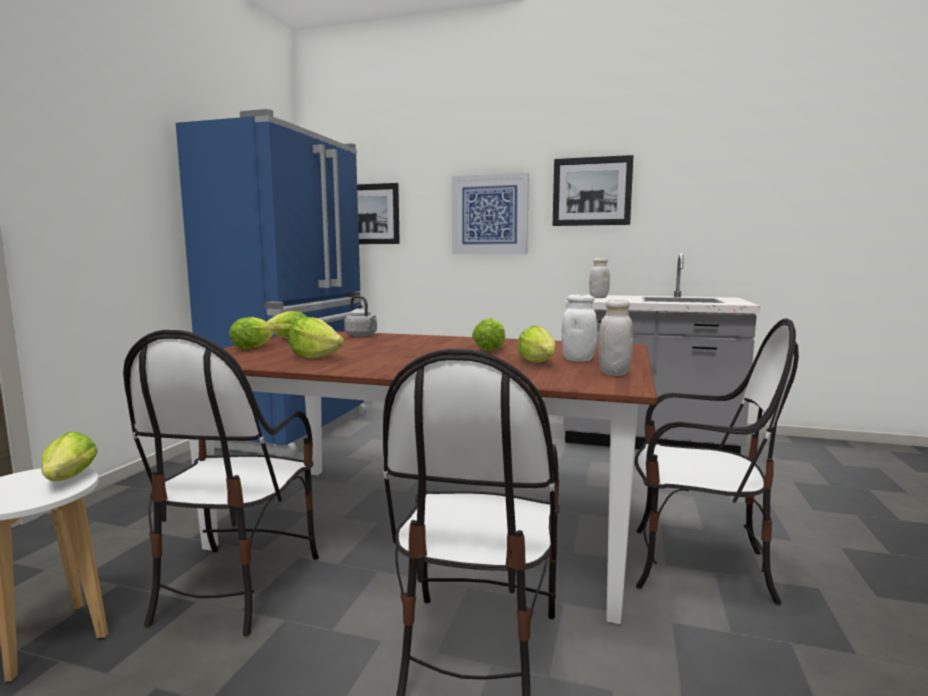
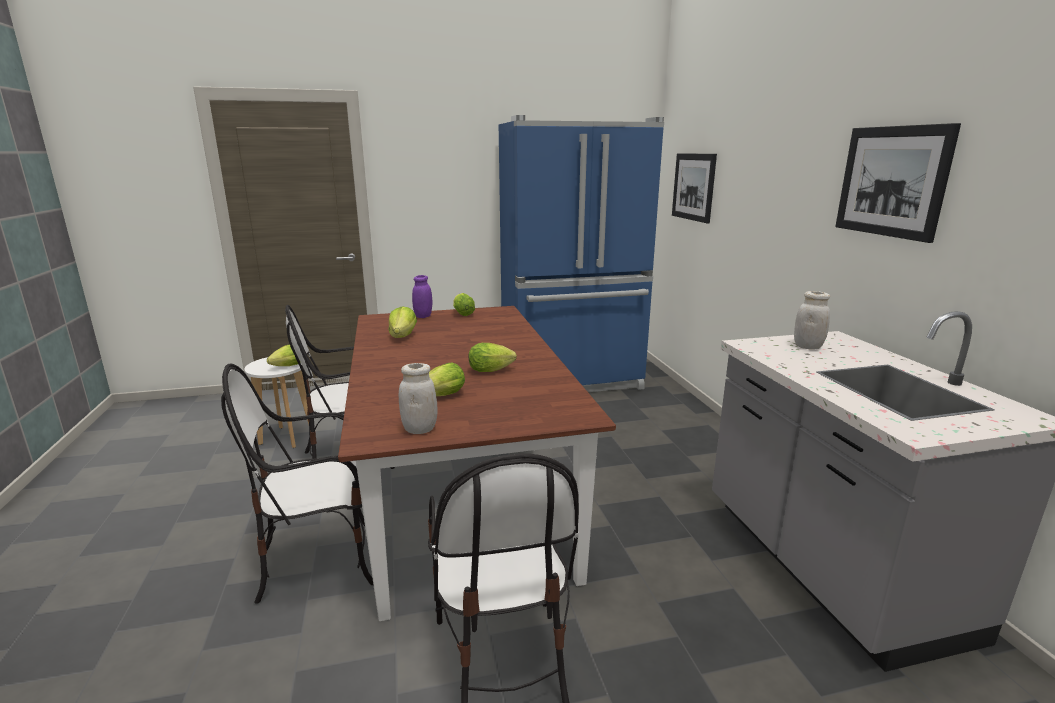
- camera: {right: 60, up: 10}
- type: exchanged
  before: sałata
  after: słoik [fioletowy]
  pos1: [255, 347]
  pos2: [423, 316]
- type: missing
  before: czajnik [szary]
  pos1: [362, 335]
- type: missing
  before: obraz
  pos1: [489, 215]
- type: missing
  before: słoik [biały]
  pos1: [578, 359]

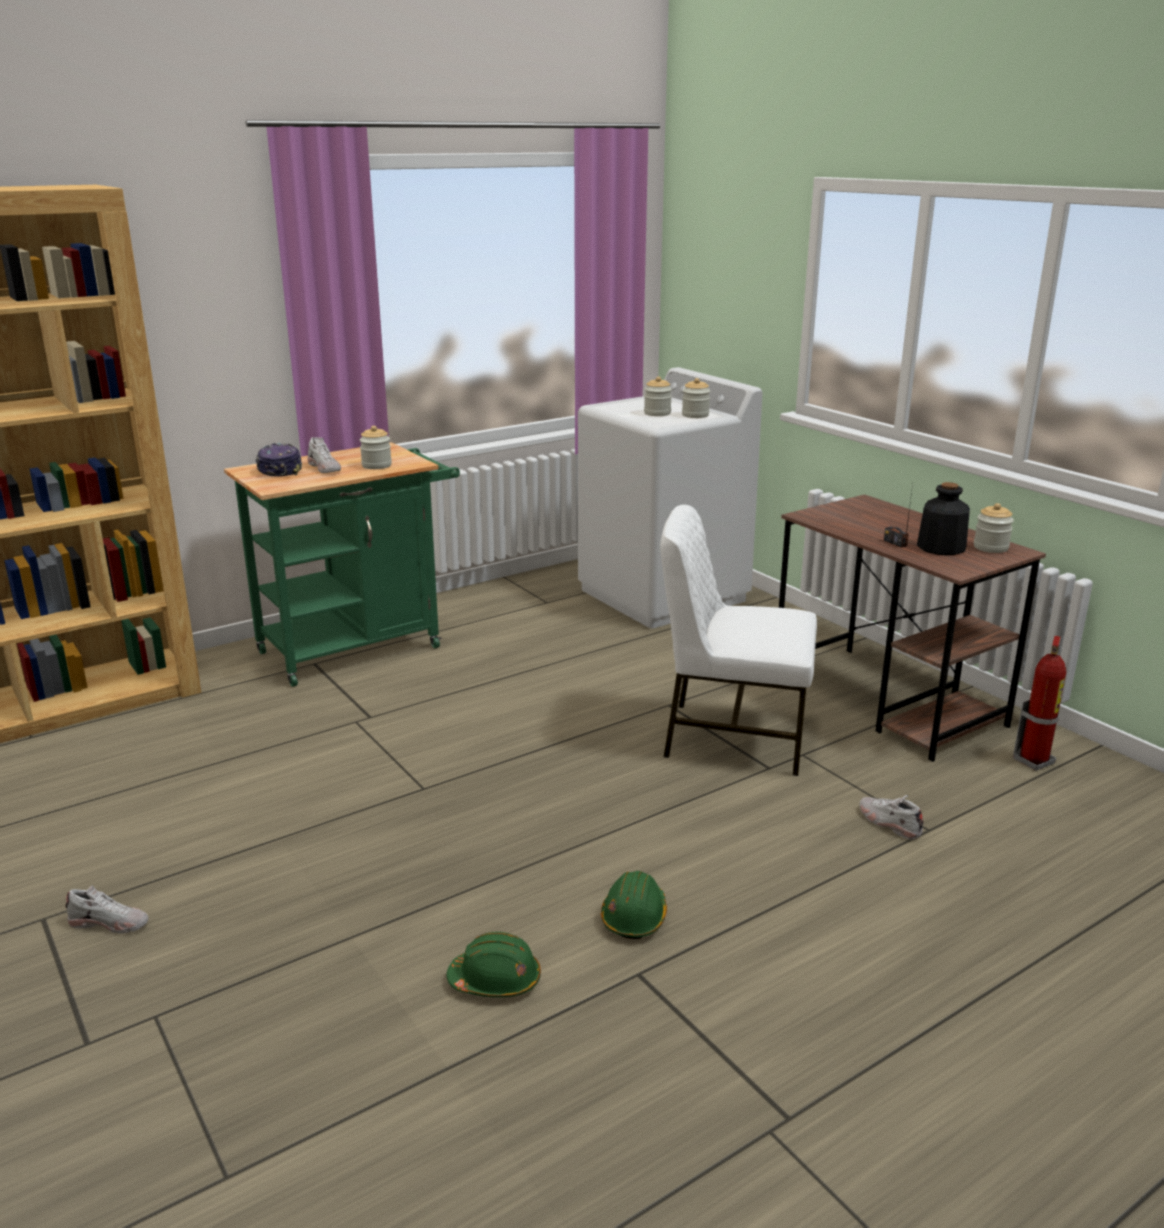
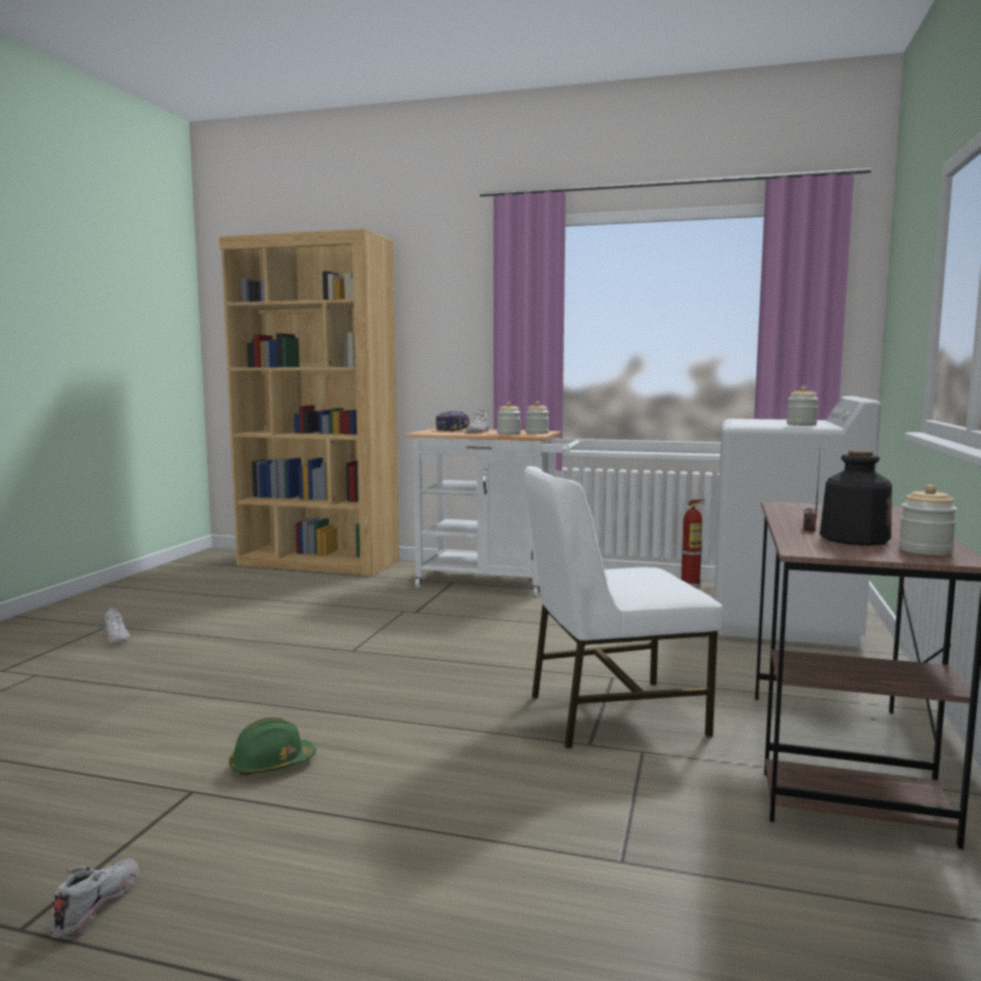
- camera: {right: 50, up: -15}
- type: colour
  before: wózek [zielony]
  after: wózek [biały]
  pos1: [360, 646]
  pos2: [495, 583]
- type: missing
  before: kask [zielony]
  pos1: [495, 980]
- type: relocated
  before: słoik
  pos1: [657, 413]
  pos2: [537, 433]
- type: spun
  before: krzesło [biały]
  pos1: [732, 736]
  pos2: [612, 714]
  turn: -75
- type: relocated
  before: but [biały]
  pos1: [888, 823]
  pos2: [96, 905]
- type: relocated
  before: gaśnica
  pos1: [1034, 761]
  pos2: [690, 585]

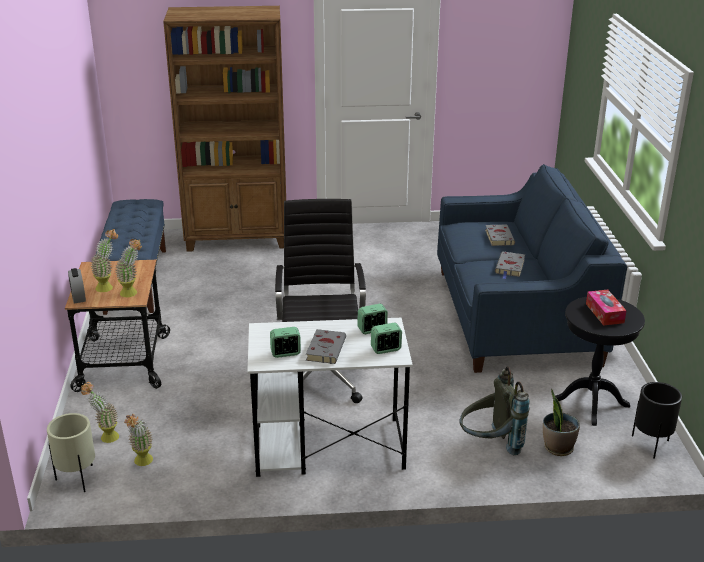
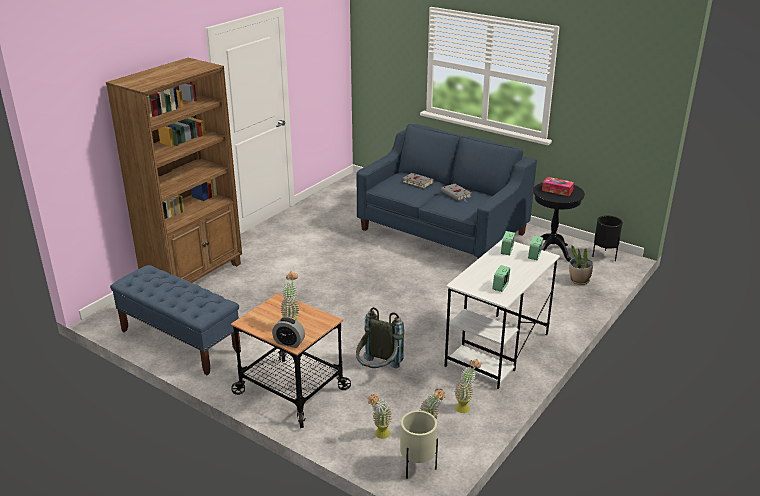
- camera: {right: -50, up: 0}
- type: relocated
  before: roślina doniczkowa
  pos1: [133, 293]
  pos2: [465, 406]
- type: missing
  before: krzesło biurowe [czarny]
  pos1: [321, 373]
- type: missing
  before: książka [szary]
  pos1: [326, 349]
- type: relocated
  before: plecak [szary]
  pos1: [489, 445]
  pos2: [378, 371]

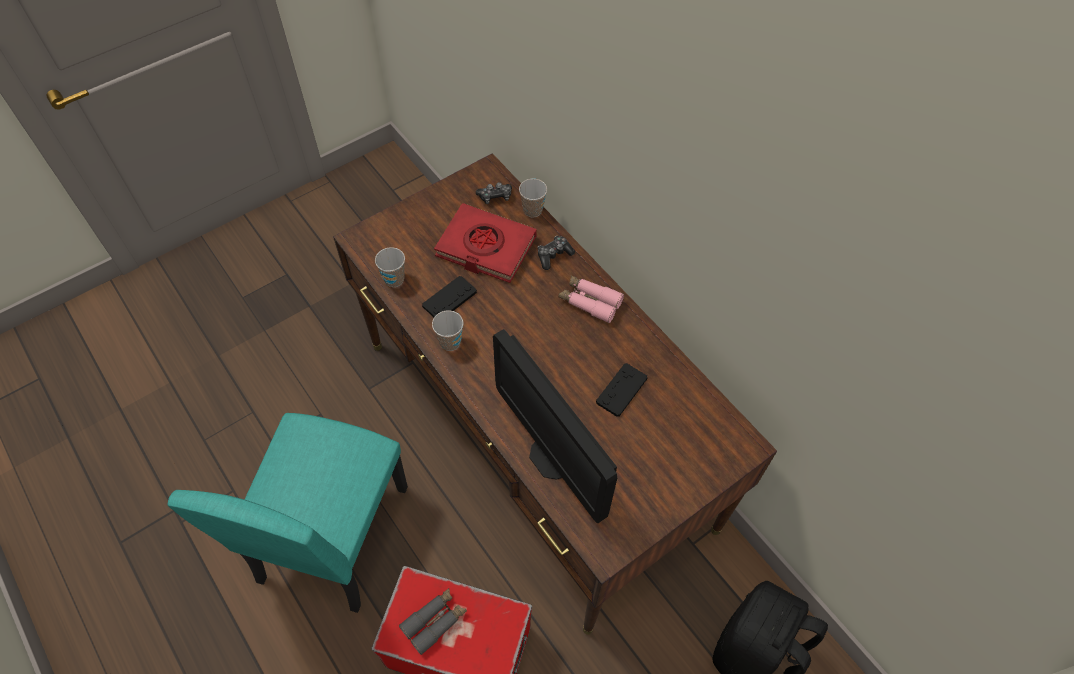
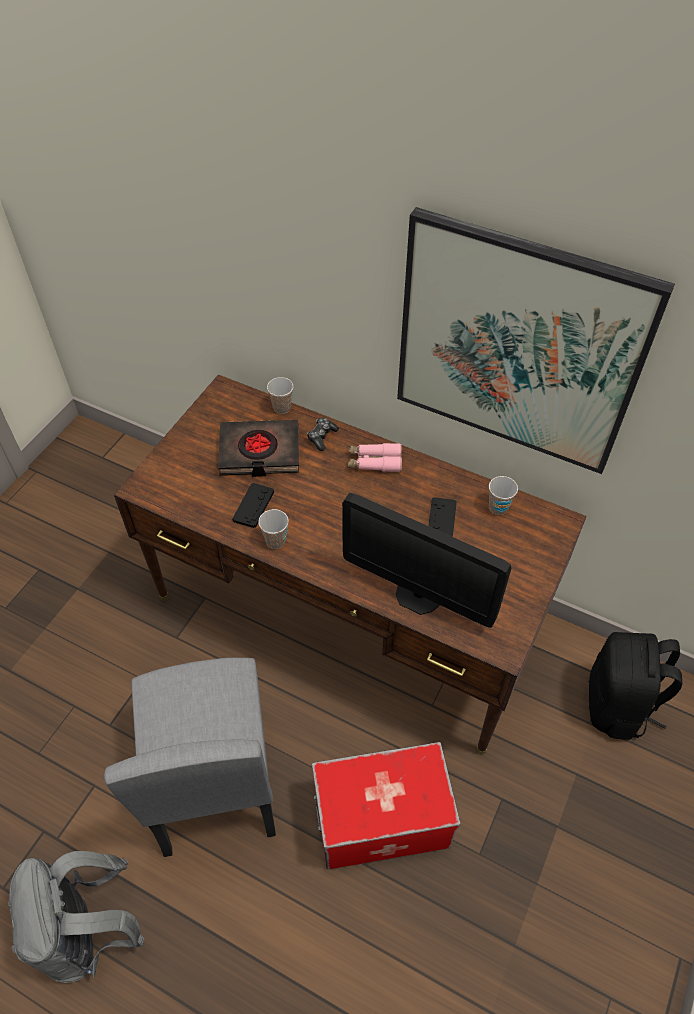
- camera: {right: -25, up: -5}
- type: colour
  before: krzesło [turkusowy]
  after: krzesło [szary]
  pos1: [332, 533]
  pos2: [212, 778]
- type: relocated
  before: filiżanka
  pos1: [394, 279]
  pos2: [498, 507]
- type: missing
  before: lornetka [szary]
  pos1: [434, 621]
- type: colour
  before: książka [czerwony]
  after: książka [czarny]
  pos1: [485, 247]
  pos2: [259, 452]
- type: missing
  before: pad do gier
  pos1: [495, 196]
- type: appeared
  after: plecak [szary]
  pos2: [89, 931]
- type: appeared
  after: obraz
  pos2: [517, 345]

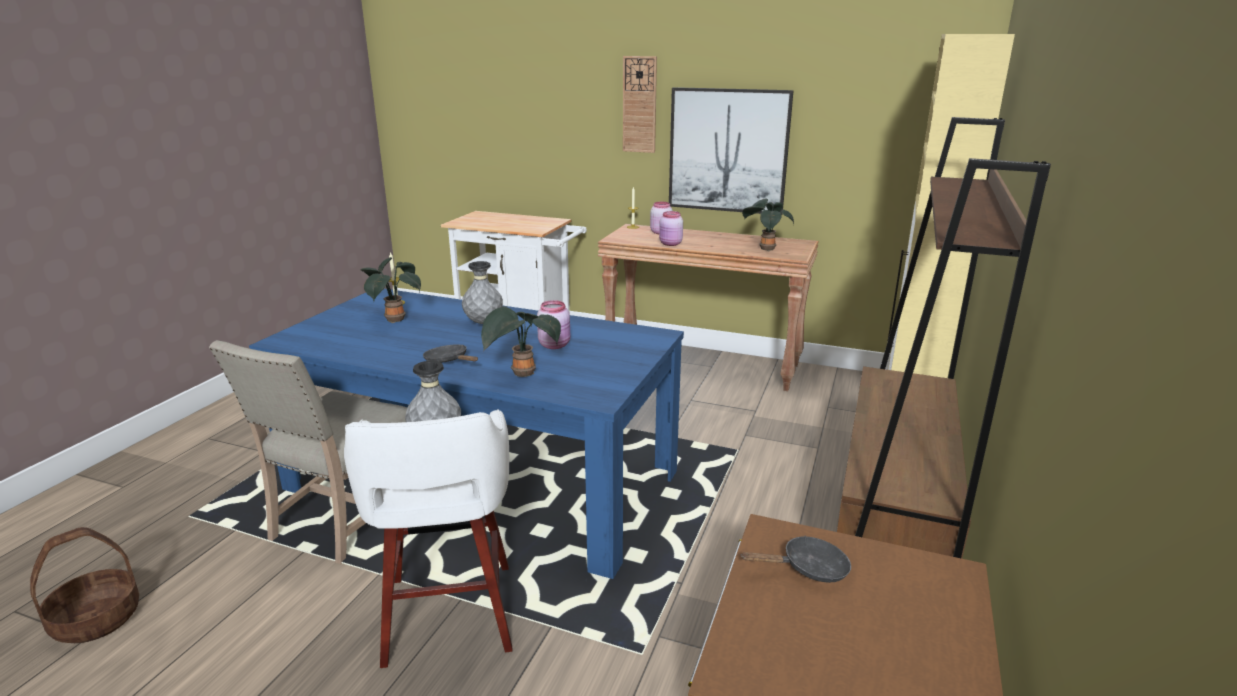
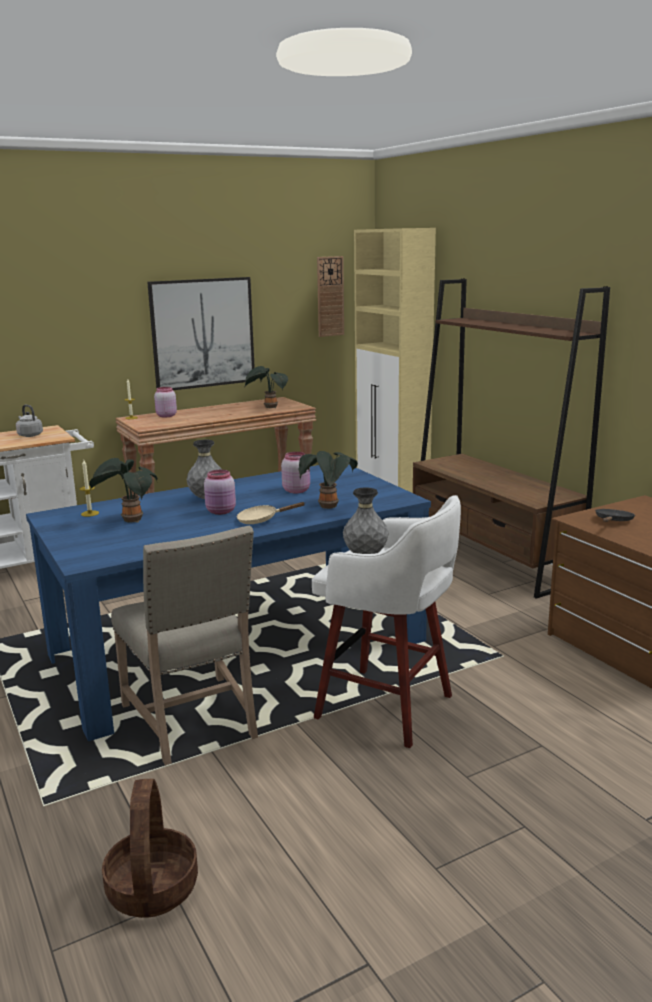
- camera: {right: -50, up: -5}
- type: colour
  before: patelnia [czarny]
  after: patelnia [beżowy]
  pos1: [449, 361]
  pos2: [261, 520]
- type: relocated
  before: zegar ścienny
  pos1: [639, 105]
  pos2: [330, 296]
- type: relocated
  before: słoik [różowy]
  pos1: [670, 244]
  pos2: [221, 511]
- type: appeared
  after: czajnik [szary]
  pos2: [29, 435]

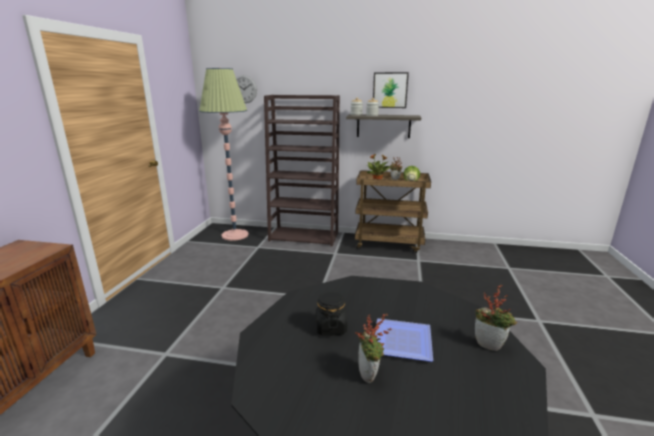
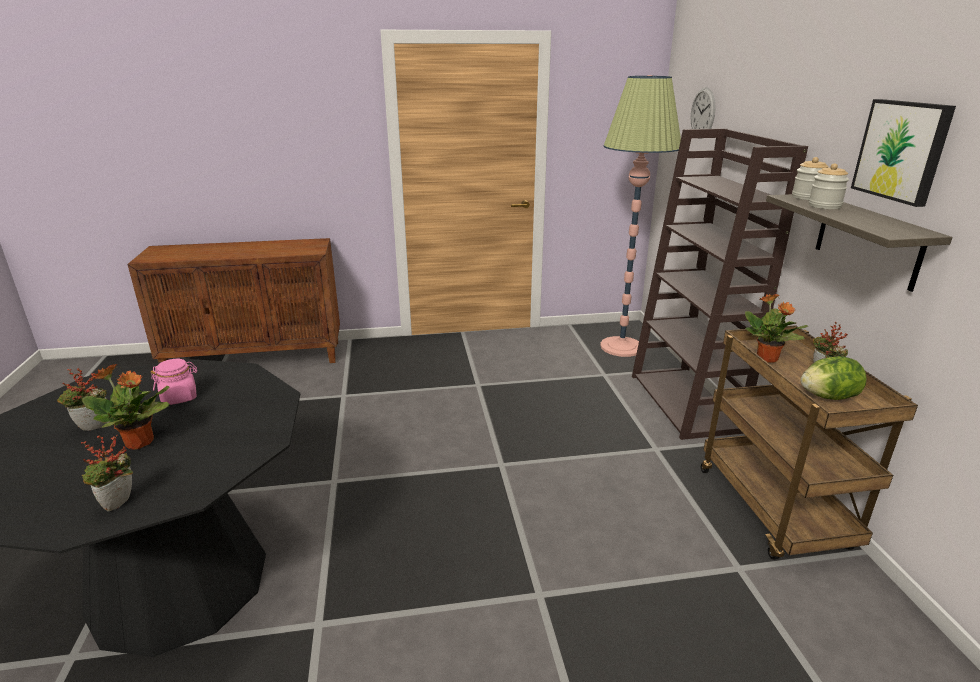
- camera: {right: 70, up: 5}
- type: colour
  before: słoik [czarny]
  after: słoik [różowy]
  pos1: [331, 327]
  pos2: [180, 397]
- type: exchanged
  before: talerz
  after: roślina doniczkowa
  pos1: [404, 343]
  pos2: [140, 443]

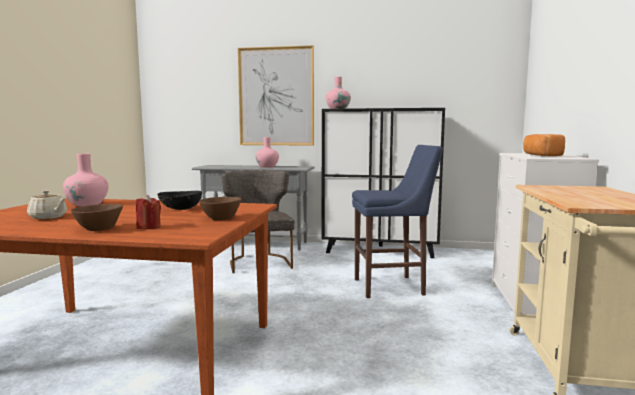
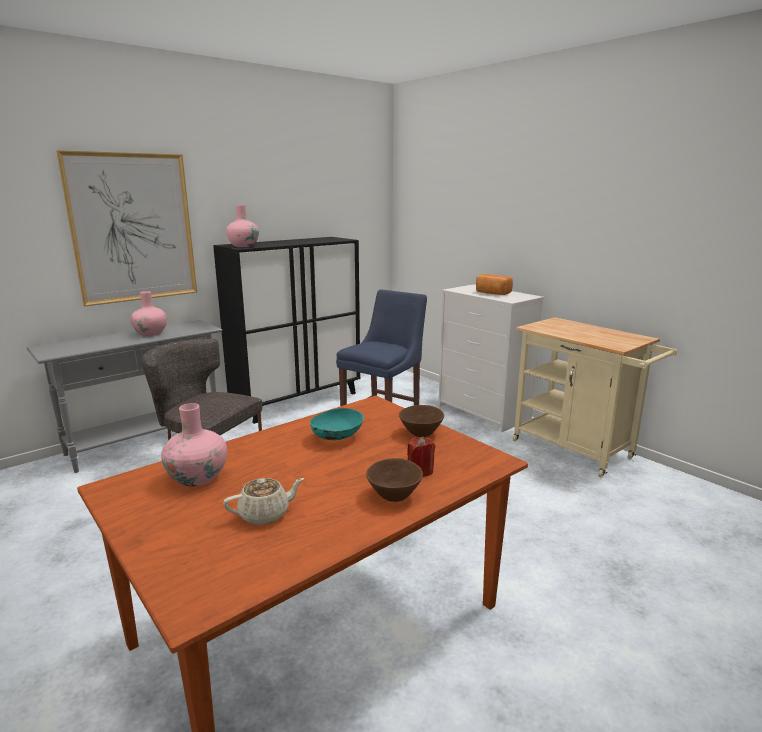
- camera: {right: -50, up: 10}
- type: colour
  before: miska [czarny]
  after: miska [turkusowy]
  pos1: [180, 209]
  pos2: [337, 437]

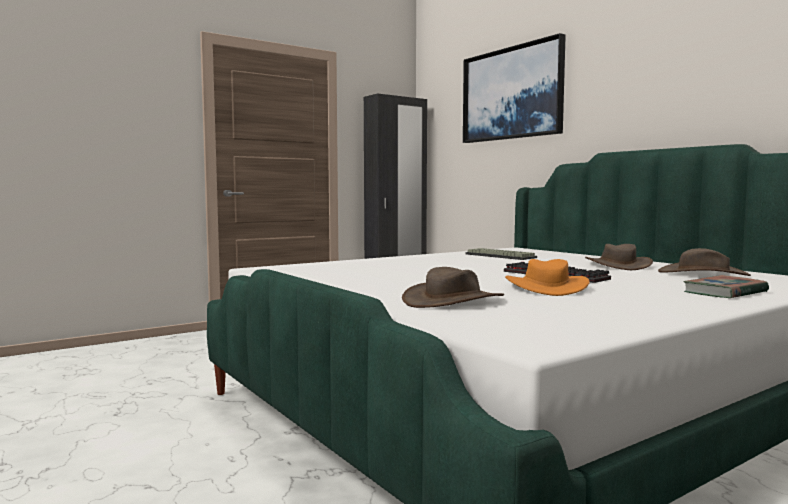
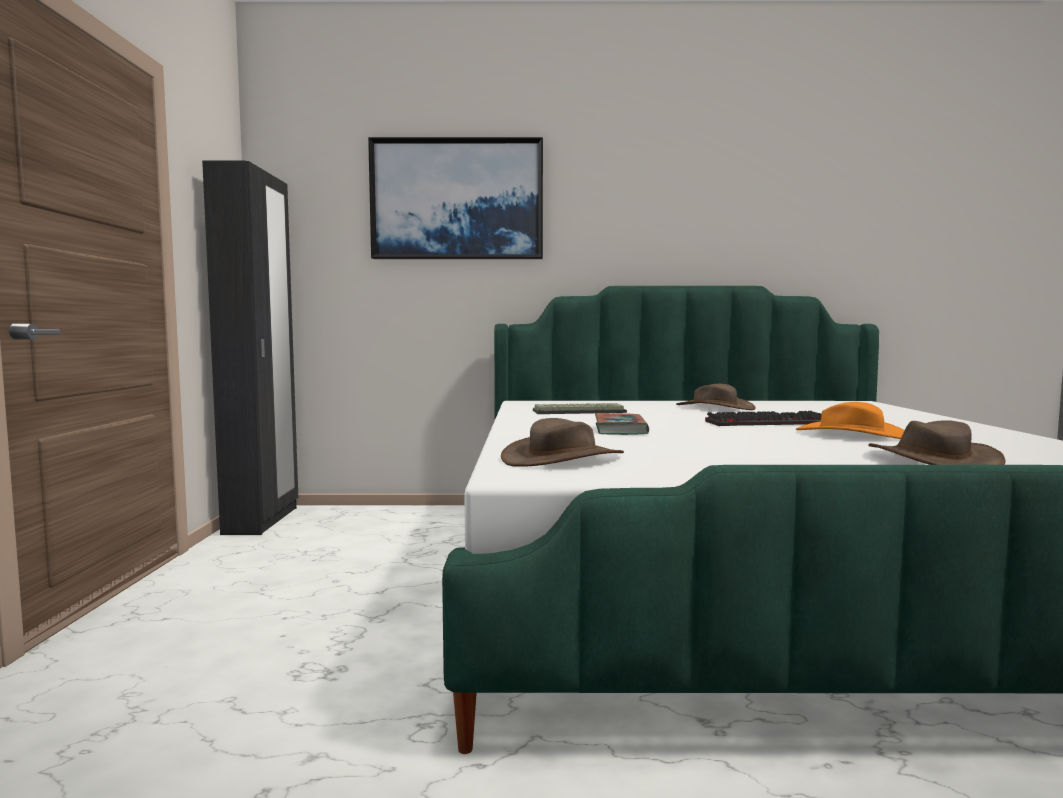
- camera: {right: -55, up: 0}
- type: relocated
  before: kapelusz [brązowy]
  pos1: [703, 273]
  pos2: [563, 458]
- type: relocated
  before: książka
  pos1: [725, 292]
  pos2: [620, 429]

